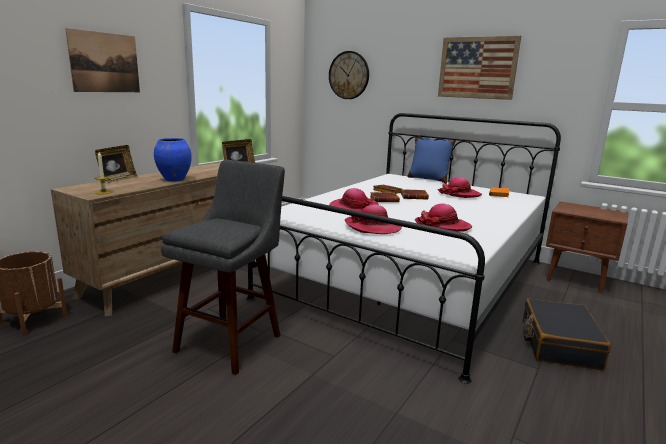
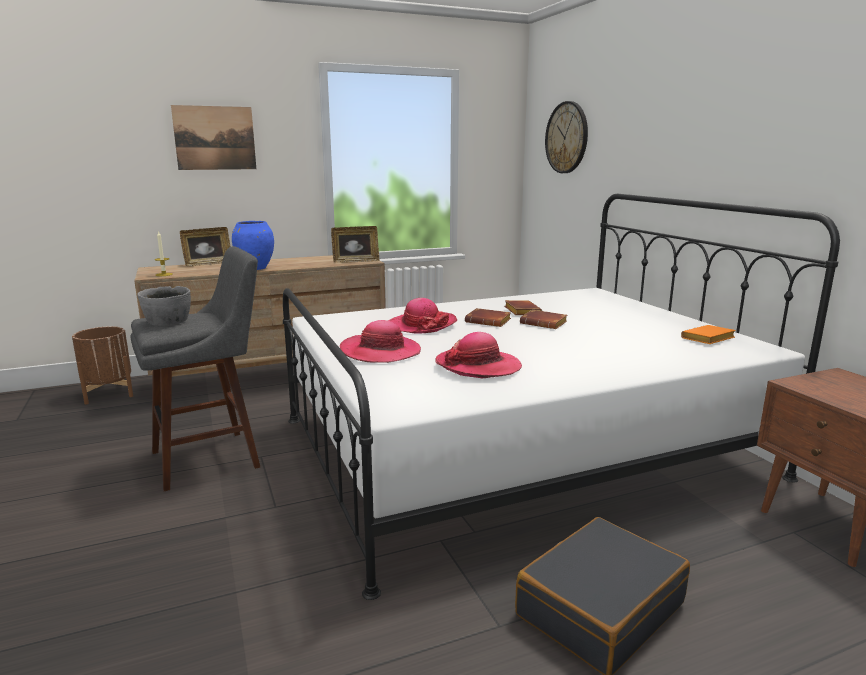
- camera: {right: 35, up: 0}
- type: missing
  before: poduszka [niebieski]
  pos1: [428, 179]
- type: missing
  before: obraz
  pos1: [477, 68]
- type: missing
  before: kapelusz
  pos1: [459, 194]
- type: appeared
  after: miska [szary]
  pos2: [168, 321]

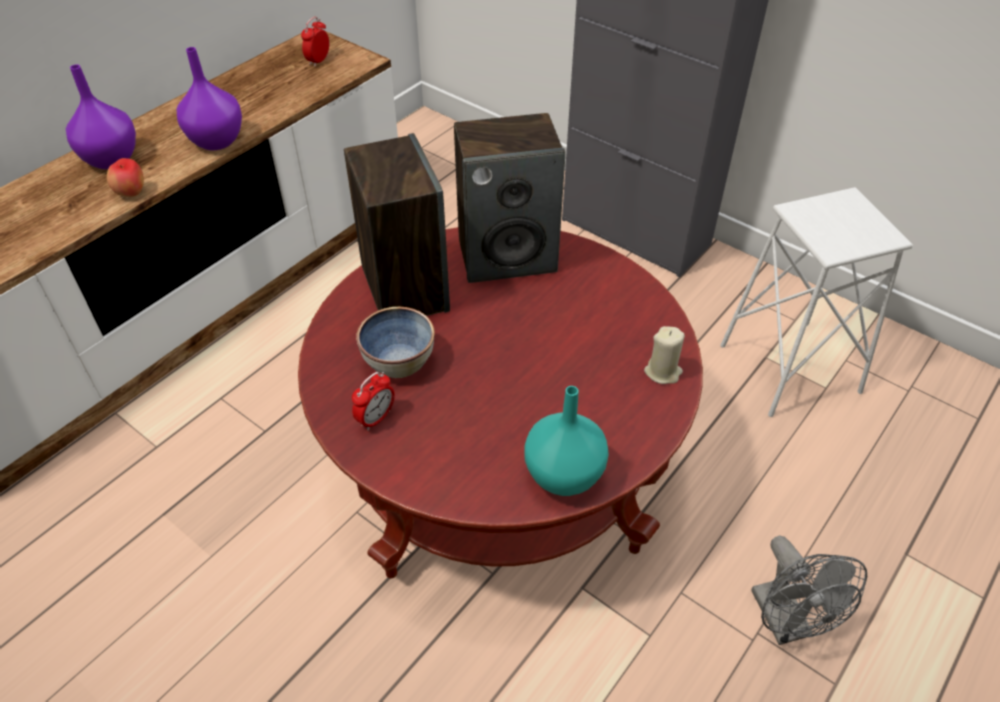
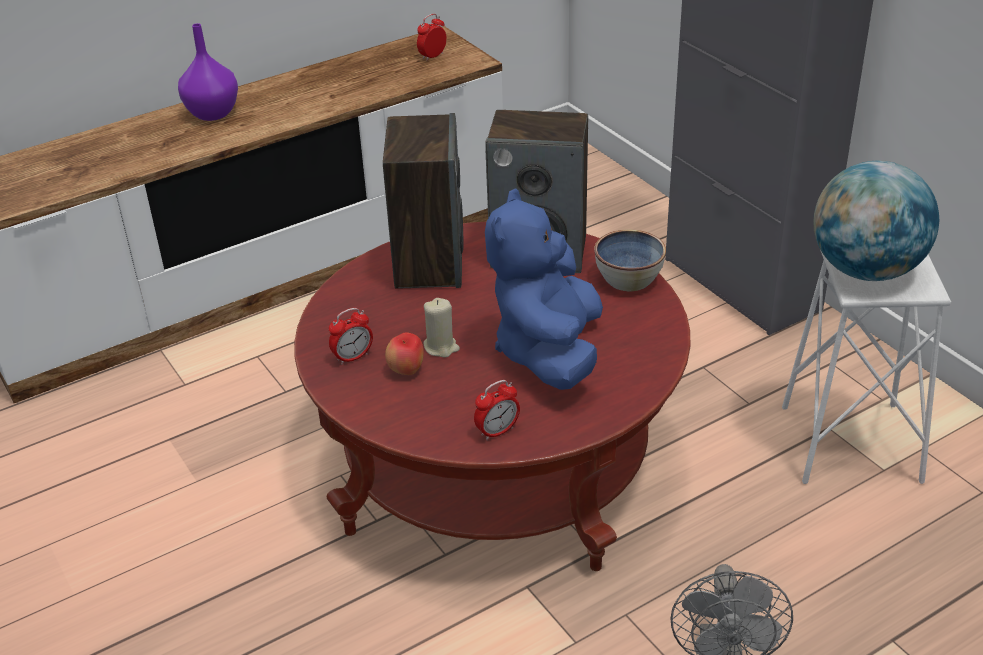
- camera: {right: 20, up: -10}
- type: relocated
  before: jabłko
  pos1: [132, 193]
  pos2: [406, 371]
- type: missing
  before: wazon [fioletowy]
  pos1: [217, 140]
- type: relocated
  before: miska
  pos1: [399, 360]
  pos2: [629, 279]
- type: exchanged
  before: wazon [turkusowy]
  after: budzik
  pos1: [563, 474]
  pos2: [497, 431]
- type: relocated
  before: świeca [beżowy]
  pos1: [663, 372]
  pos2: [441, 347]
- type: appeared
  after: pluszak [niebieski]
  pos2: [549, 351]
- type: appeared
  after: globus
  pos2: [865, 270]

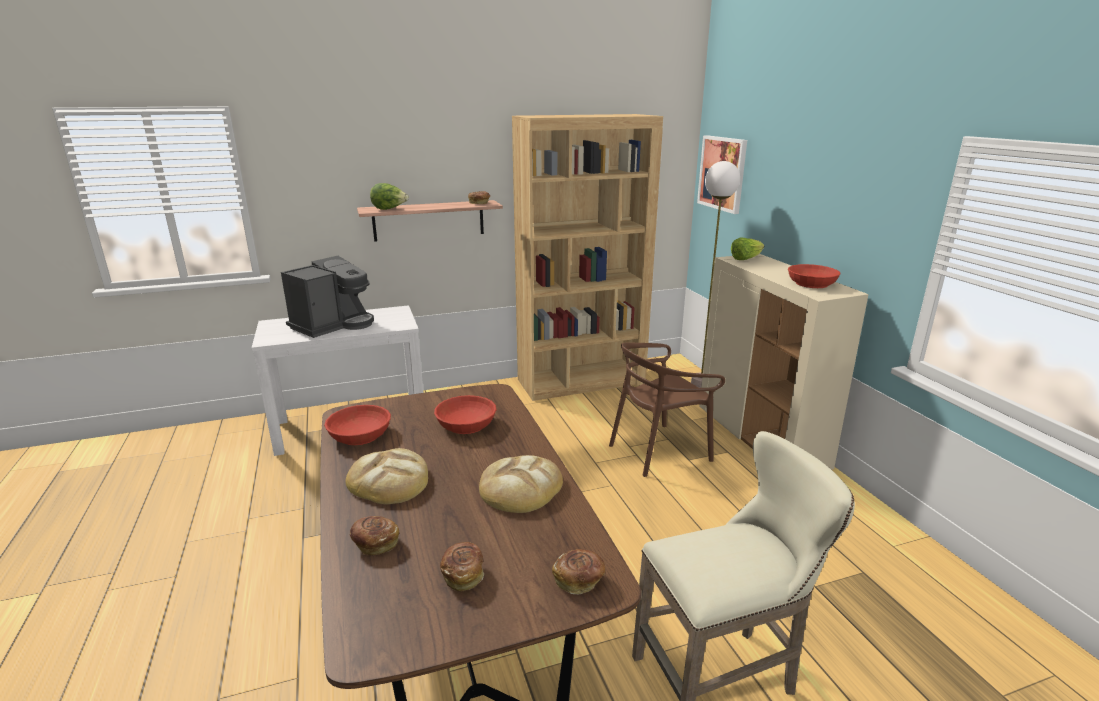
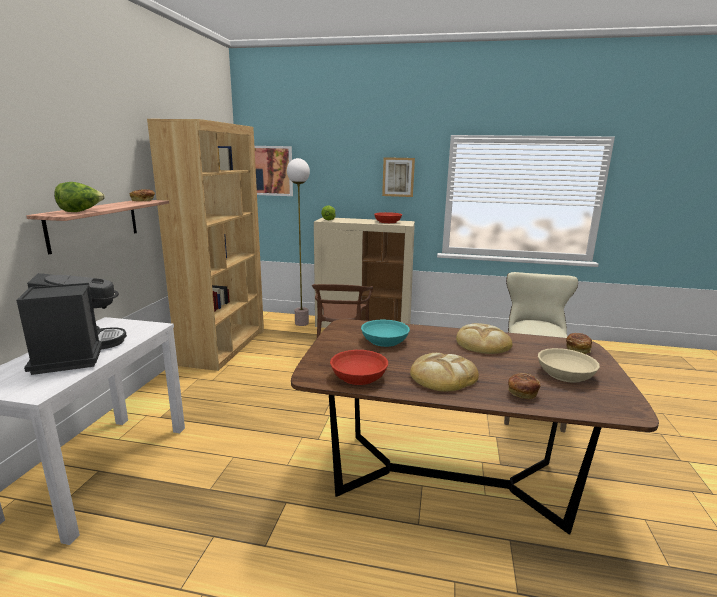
- camera: {right: -60, up: -5}
- type: colour
  before: miska [czerwony]
  after: miska [turkusowy]
  pos1: [466, 424]
  pos2: [384, 340]
- type: exchanged
  before: chleb
  after: miska [beżowy]
  pos1: [463, 575]
  pos2: [565, 374]
- type: appeared
  after: obraz
  pos2: [398, 177]

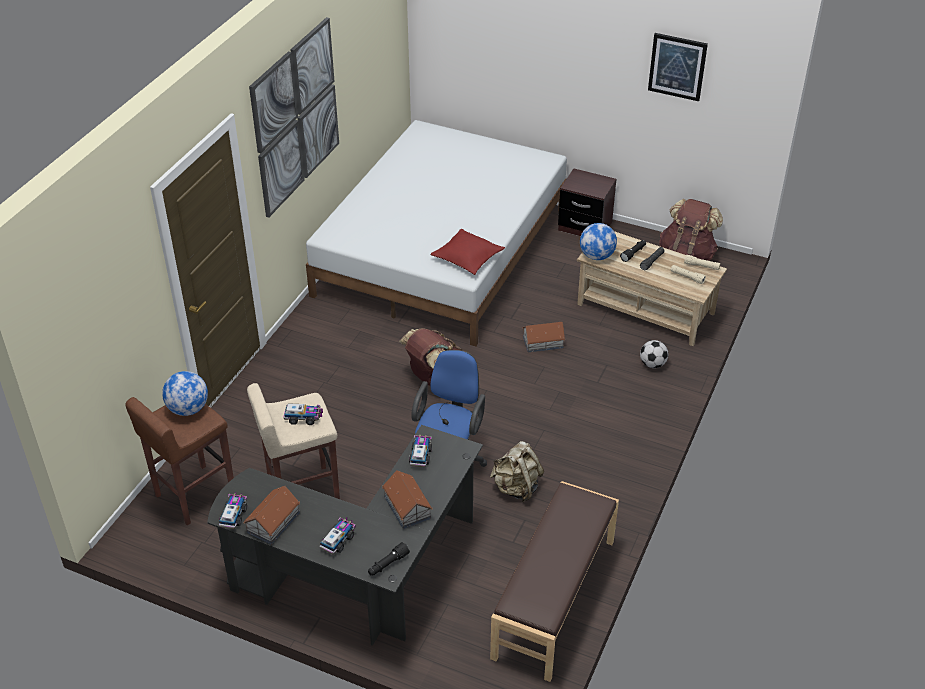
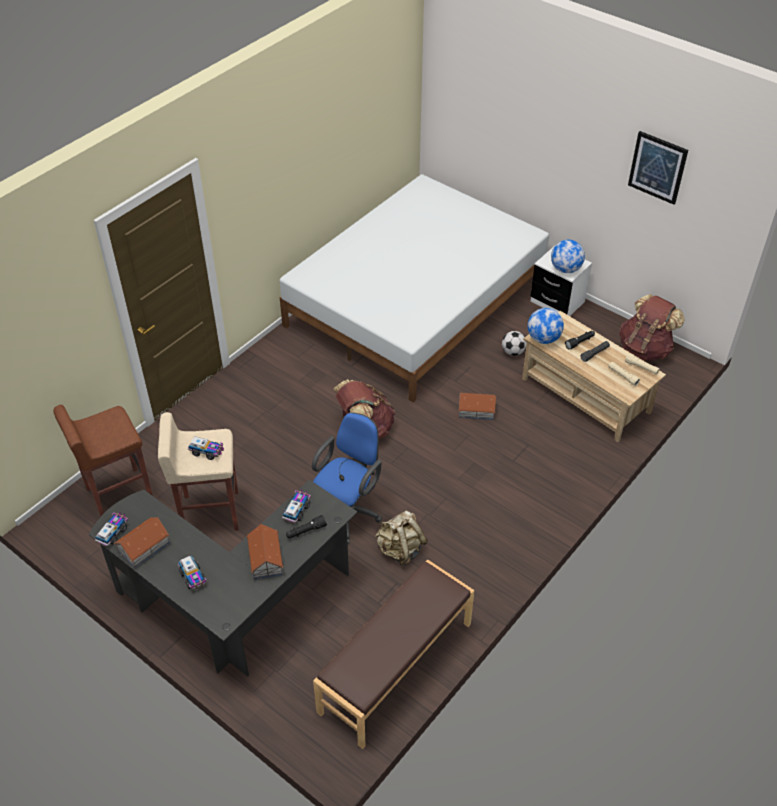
- camera: {right: 15, up: 5}
- type: relocated
  before: globus
  pos1: [188, 409]
  pos2: [565, 269]
- type: missing
  before: obraz
  pos1: [296, 116]
- type: spun
  before: ciężarówka zabawkowa
  pos1: [338, 540]
  pos2: [193, 578]
  turn: 105
- type: relocated
  before: latarka [czarny]
  pos1: [388, 564]
  pos2: [306, 531]
- type: missing
  before: poduszka [czerwony]
  pos1: [467, 258]
- type: colour
  before: szafka nocna [brązowy]
  after: szafka nocna [biały]
  pos1: [585, 226]
  pos2: [557, 301]
- type: relocated
  before: piłka futbolowa
  pos1: [652, 364]
  pos2: [513, 352]

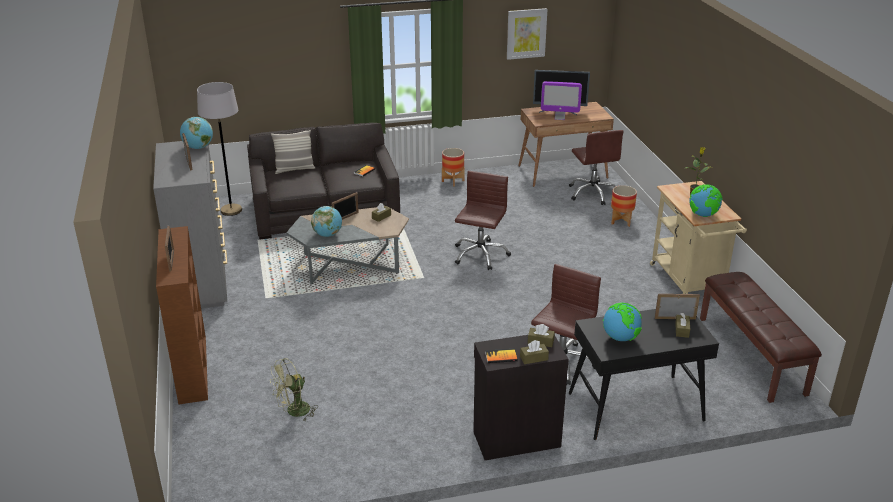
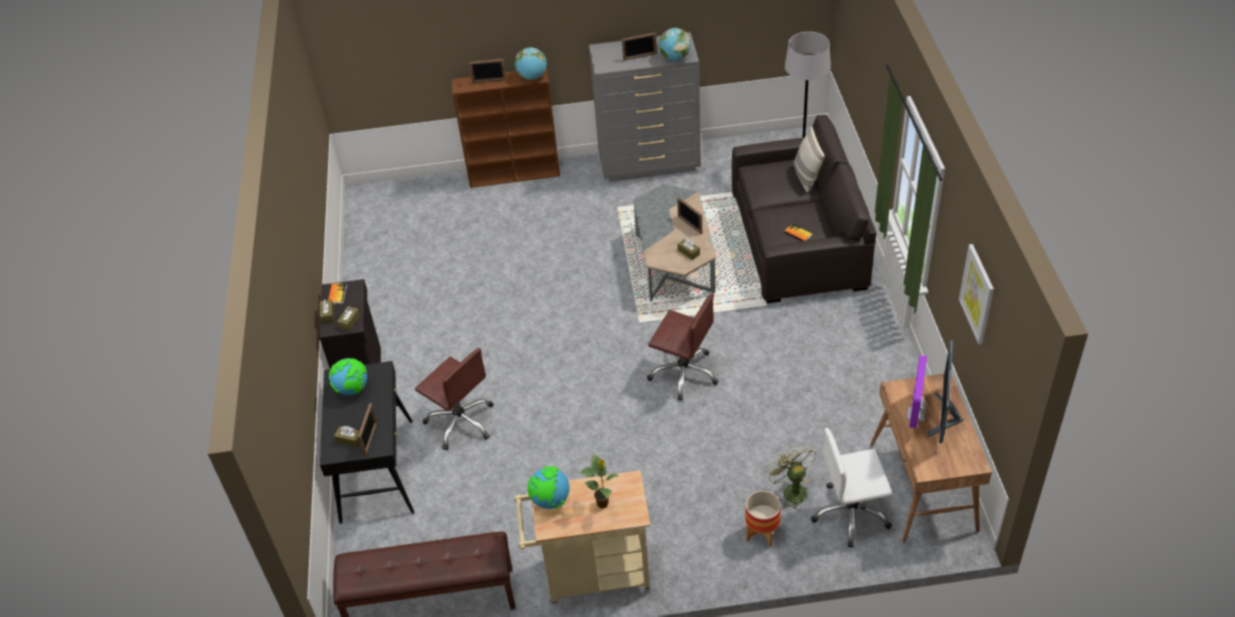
- camera: {right: 100, up: 15}
- type: relocated
  before: wentylator [zielony]
  pos1: [294, 412]
  pos2: [791, 490]
- type: relocated
  before: globus
  pos1: [327, 235]
  pos2: [532, 77]
- type: missing
  before: donica
  pos1: [453, 181]
- type: colour
  before: krzesło biurowe [brązowy]
  after: krzesło biurowe [biały]
  pos1: [593, 193]
  pos2: [851, 514]

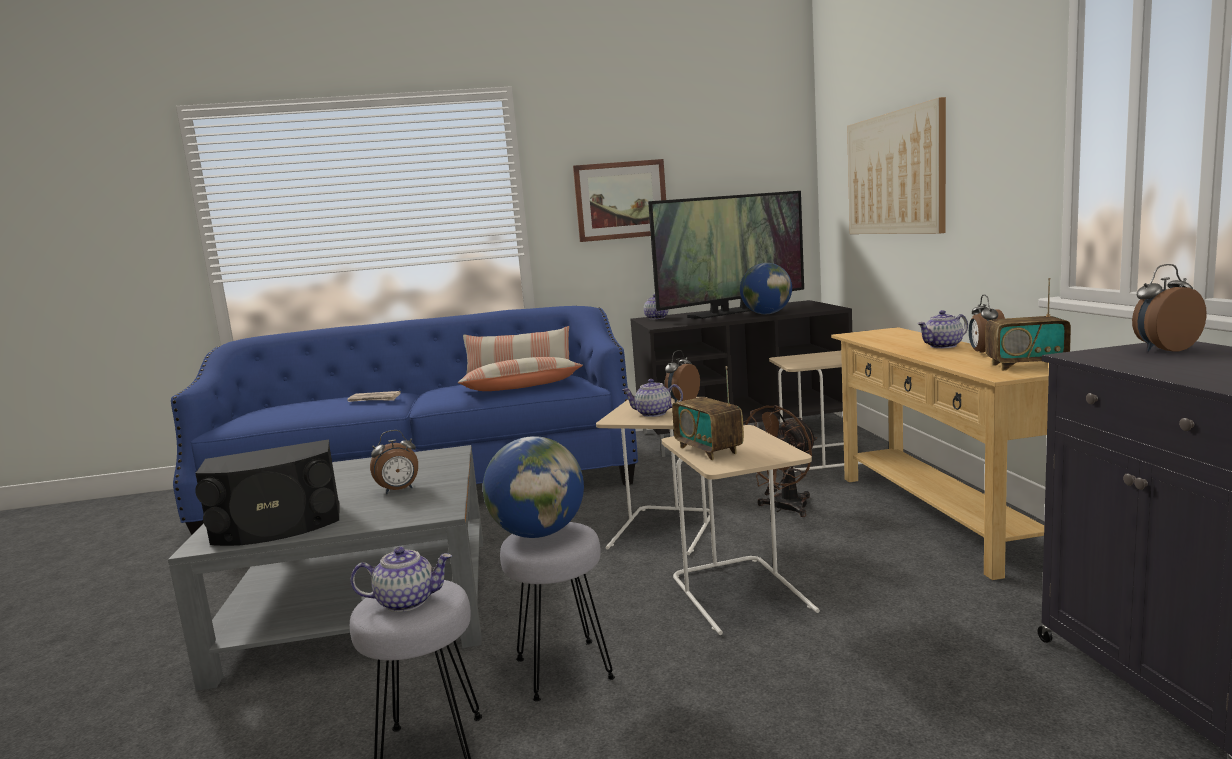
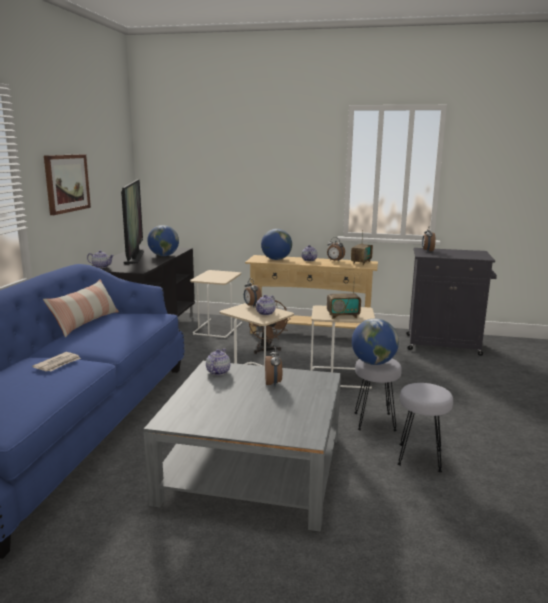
- camera: {right: -70, up: 5}
- type: missing
  before: głośnik [czarny]
  pos1: [277, 526]
- type: relocated
  before: imbryk
  pos1: [407, 601]
  pos2: [218, 372]
- type: missing
  before: poduszka
  pos1: [521, 388]
- type: missing
  before: obraz
  pos1: [894, 174]
- type: appeared
  after: globus
  pos2: [276, 259]

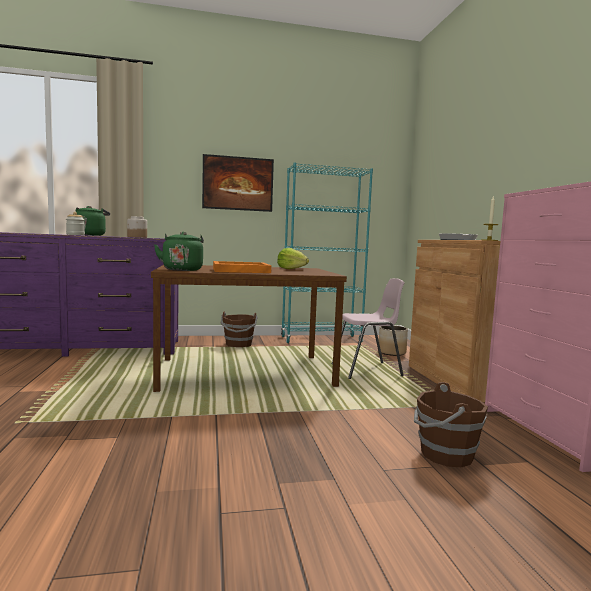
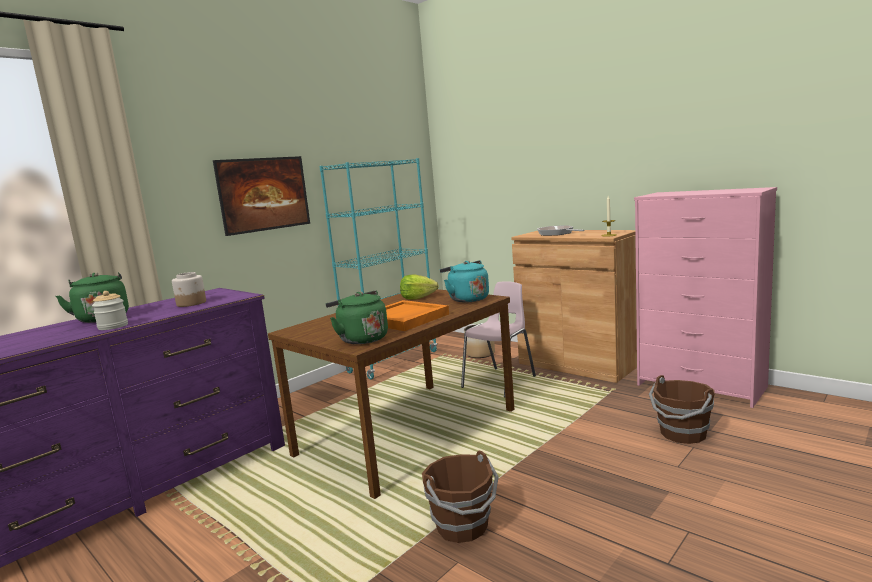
- camera: {right: -35, up: 5}
- type: relocated
  before: wiadro [brązowy]
  pos1: [239, 344]
  pos2: [463, 526]
- type: appeared
  after: czajnik [turkusowy]
  pos2: [467, 299]

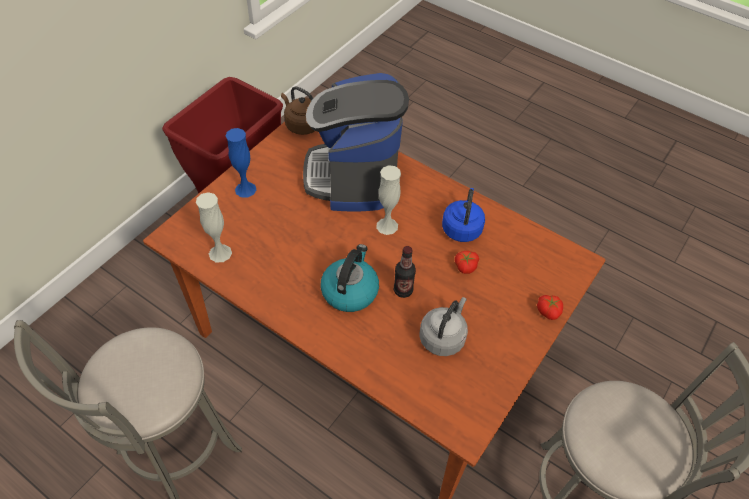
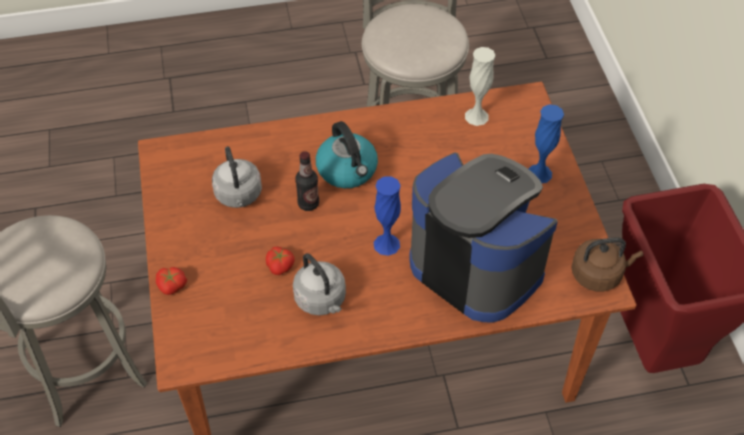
- camera: {right: 135, up: 0}
- type: colour
  before: wazon [biały]
  after: wazon [niebieski]
  pos1: [387, 226]
  pos2: [386, 244]
- type: colour
  before: czajnik [niebieski]
  after: czajnik [szary]
  pos1: [462, 228]
  pos2: [321, 300]

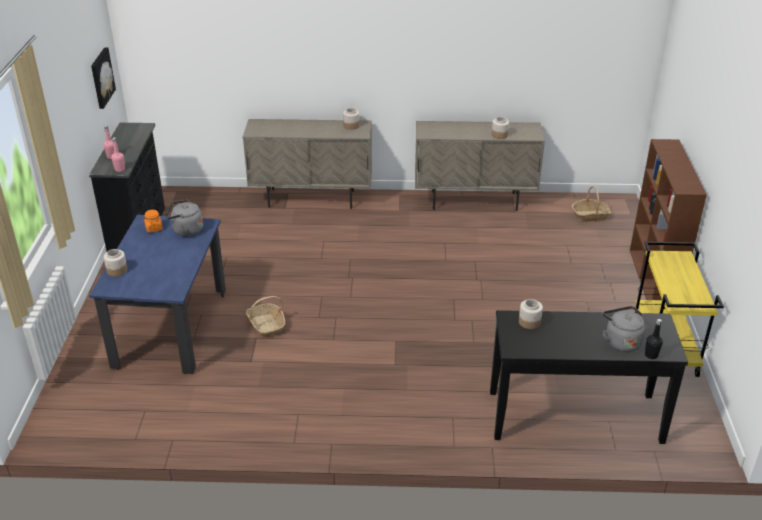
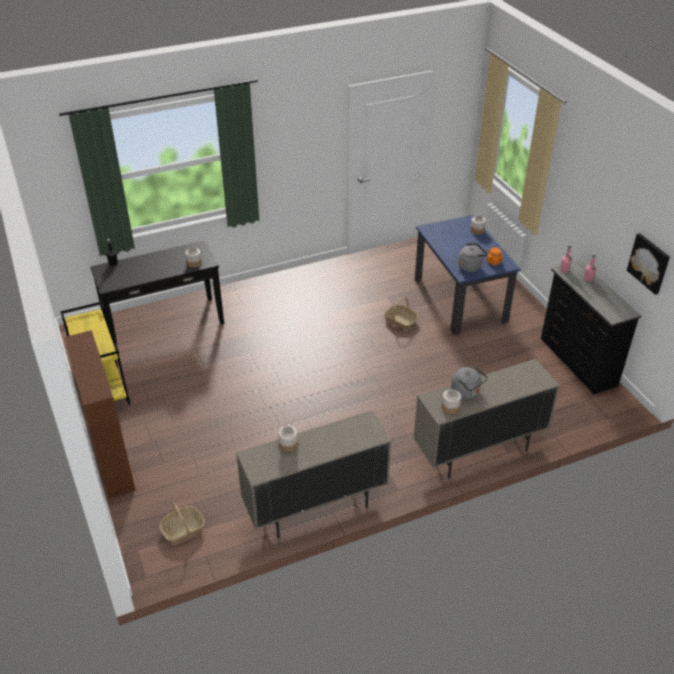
- camera: {right: 155, up: 5}
- type: relocated
  before: czajnik [szary]
  pos1: [621, 341]
  pos2: [467, 393]

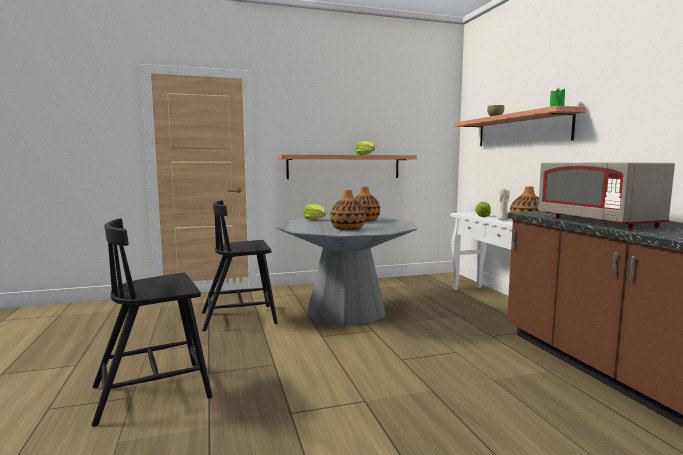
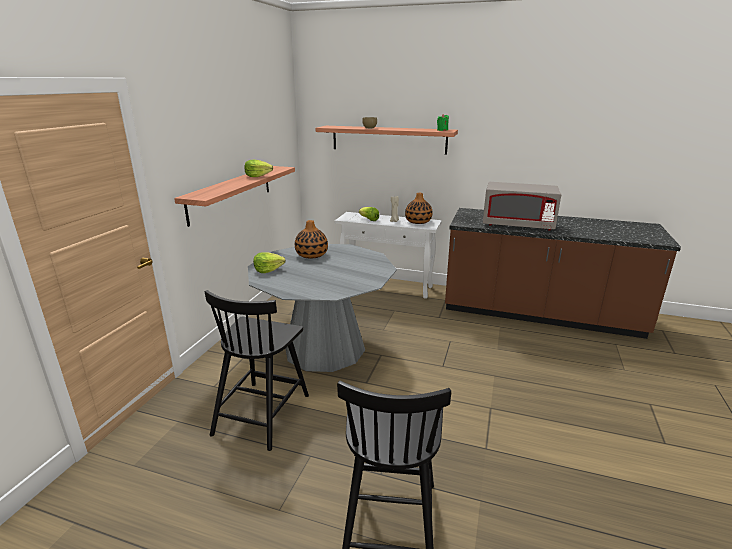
- camera: {right: -55, up: 15}
- type: missing
  before: wazon
  pos1: [348, 228]

